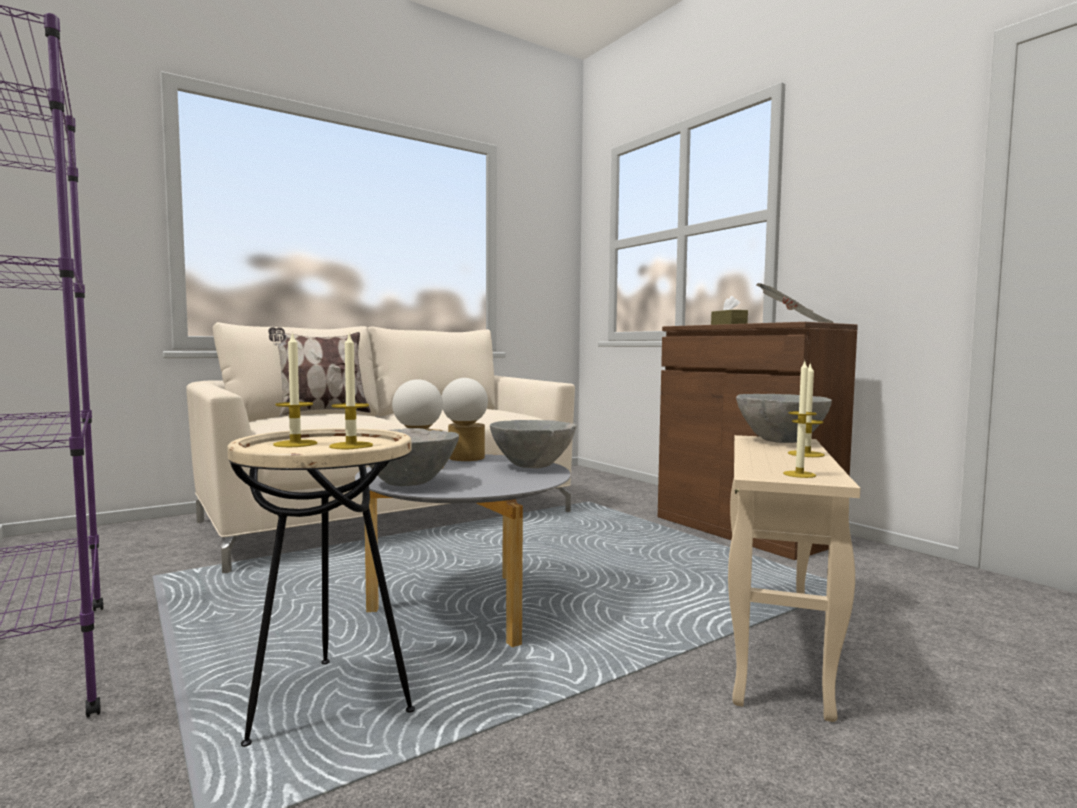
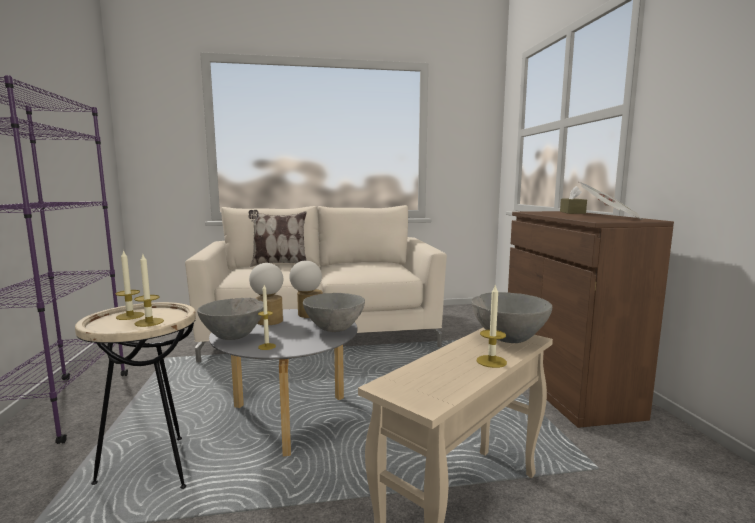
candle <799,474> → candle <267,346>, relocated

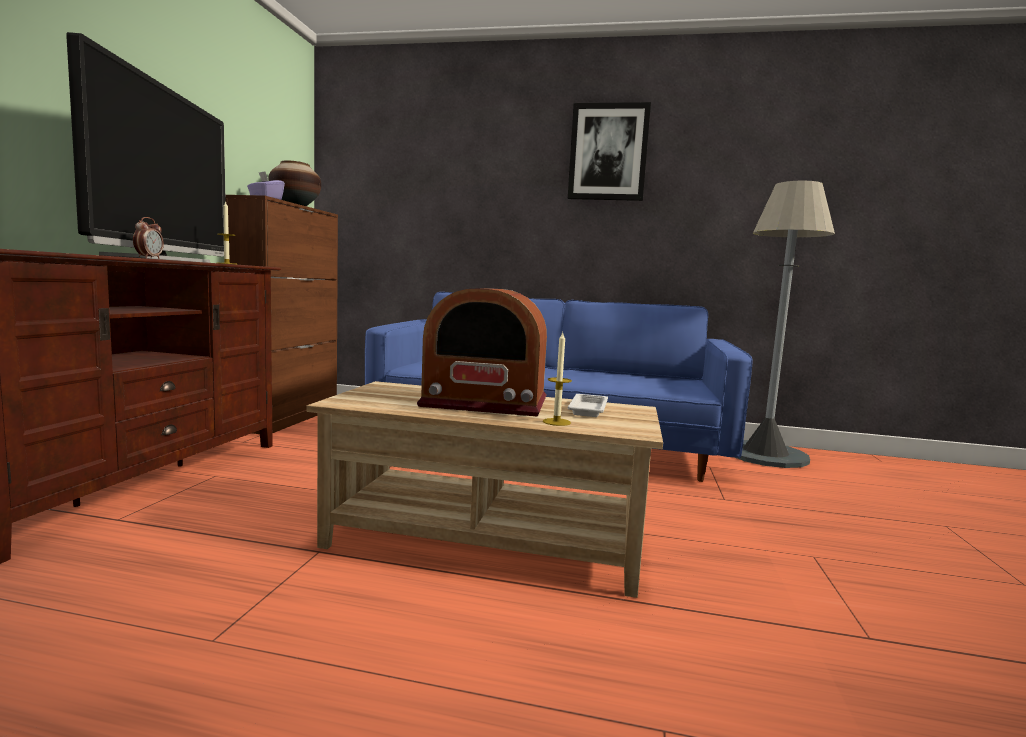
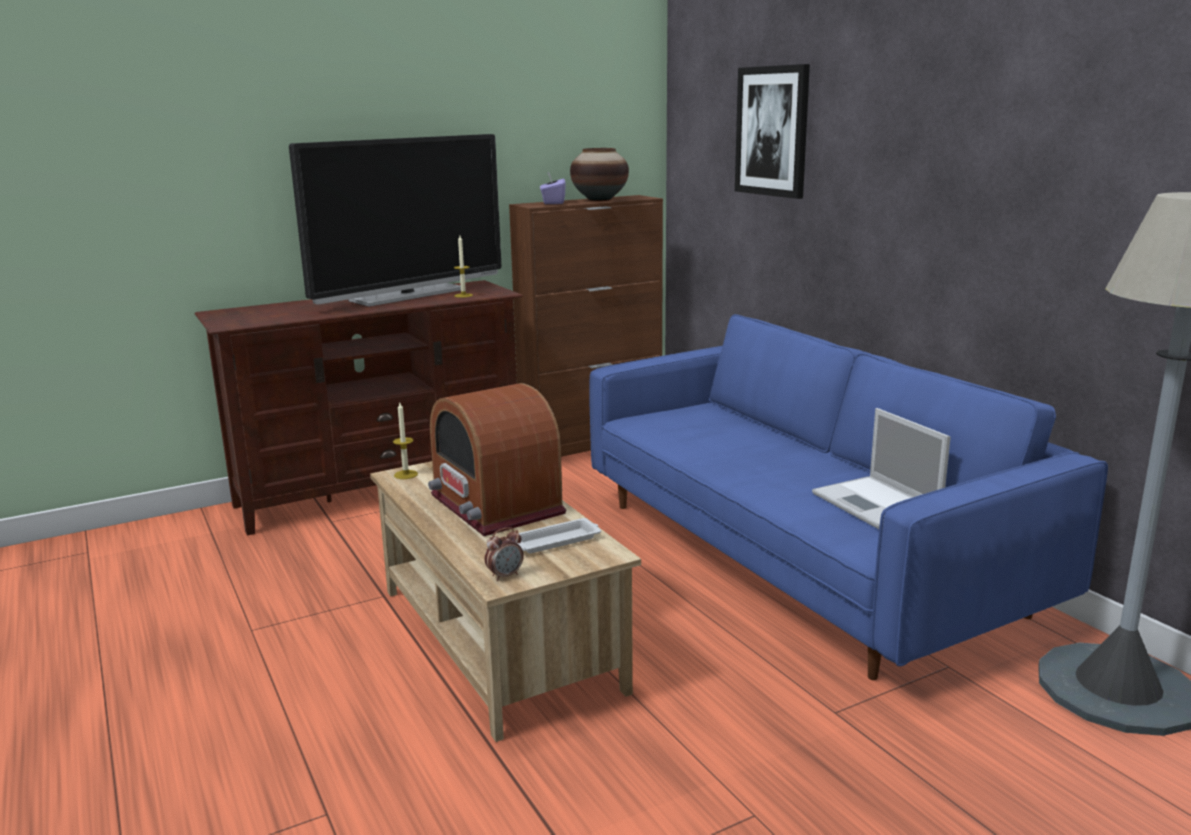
- → laptop <877,504>
alarm clock <149,258> → alarm clock <505,576>, relocated
candle <556,422> → candle <406,474>, relocated
picture <608,152> → picture <772,131>, relocated

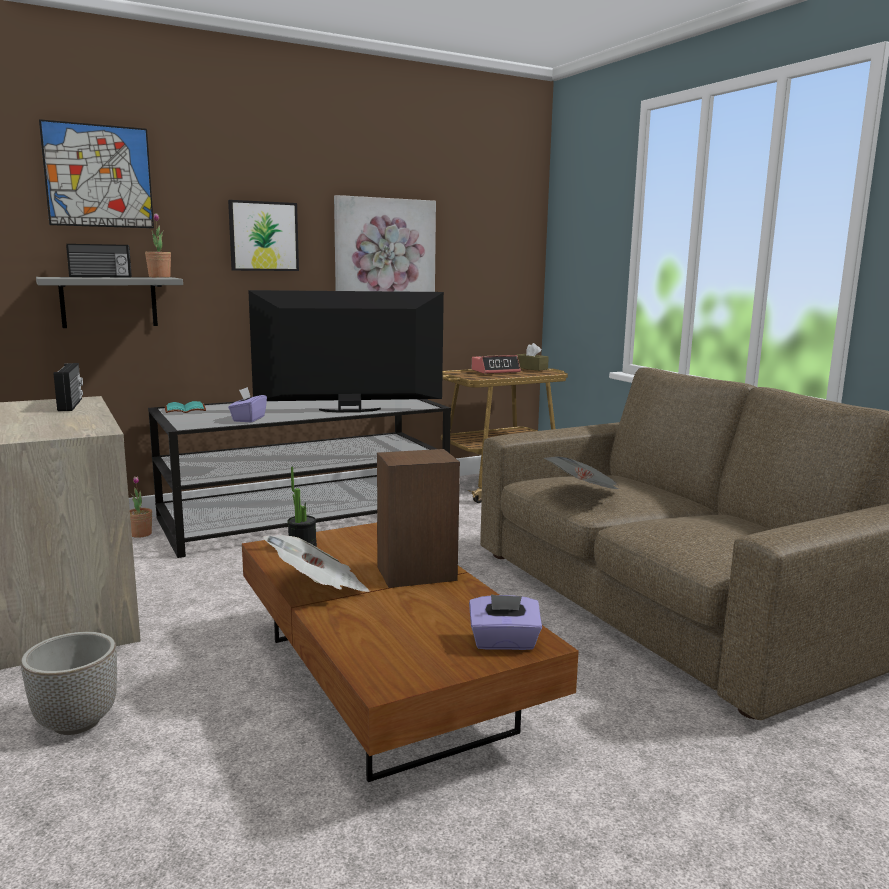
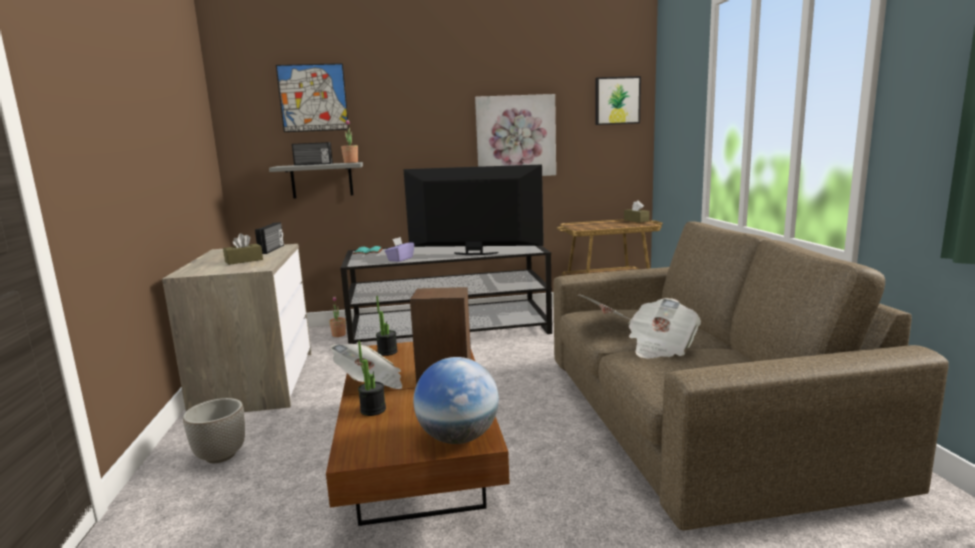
alarm clock <495,371> → -
- → brown tissue box <244,261>
- → potted plant <373,410>
- → newspaper <660,347>
picture <263,236> → picture <617,101>, relocated
purple tissue box <504,642> → globe <458,438>

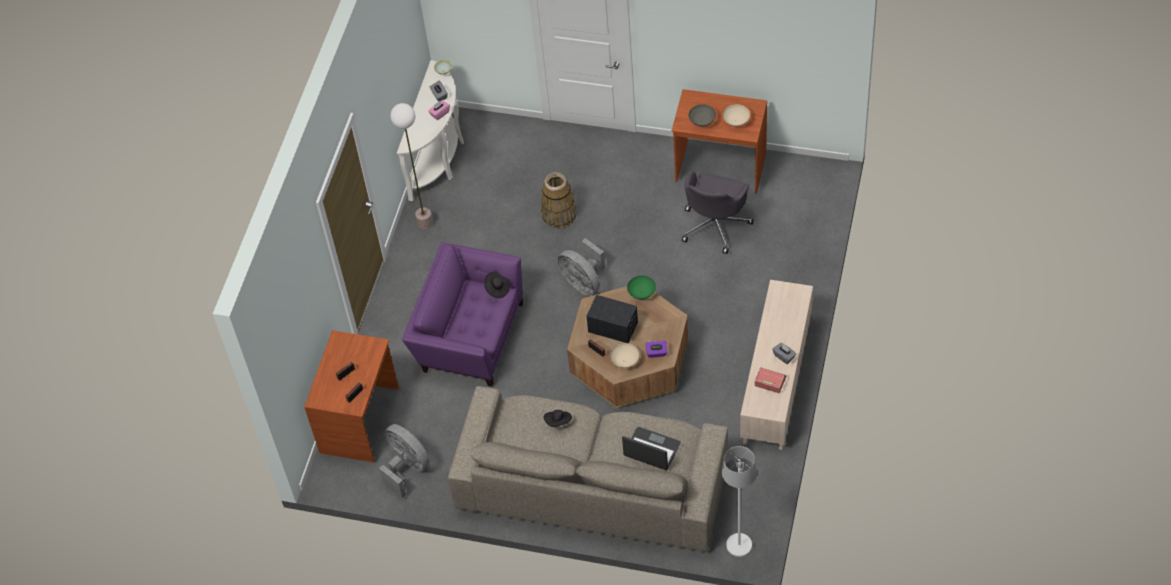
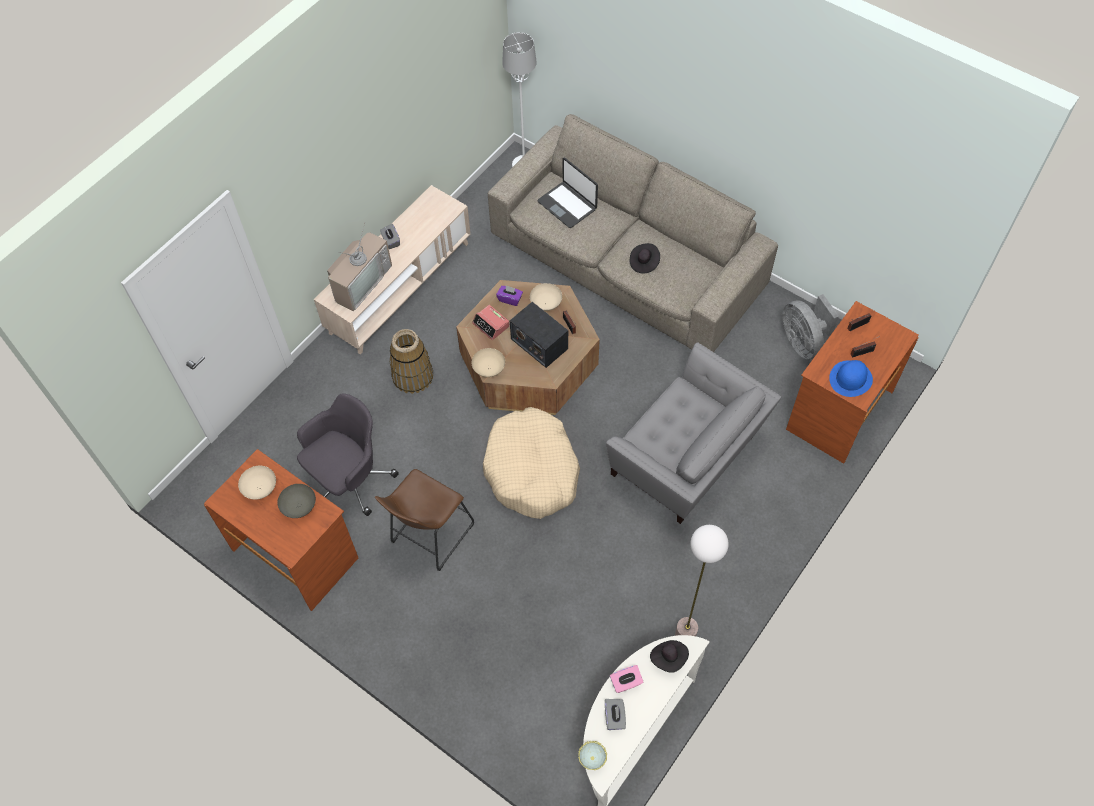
- → television <360,281>
- → brown stool <429,536>
- → blue hat <850,378>
black hat <497,288> → black hat <669,658>, relocated
basket <559,214> → basket <412,376>, relocated
alarm clock <770,381> → alarm clock <491,325>, relocated
grey fan <583,282> → beige dog bed <532,470>
purple armchair <469,335> → grey armchair <686,459>
green bowl <641,293> → beige bowl <489,368>

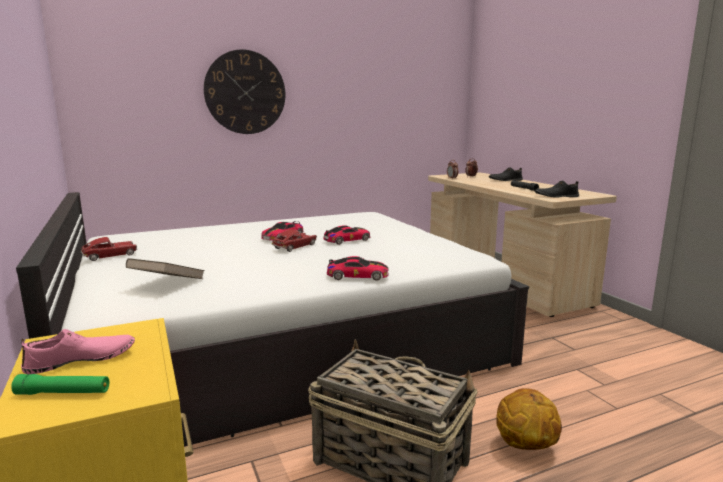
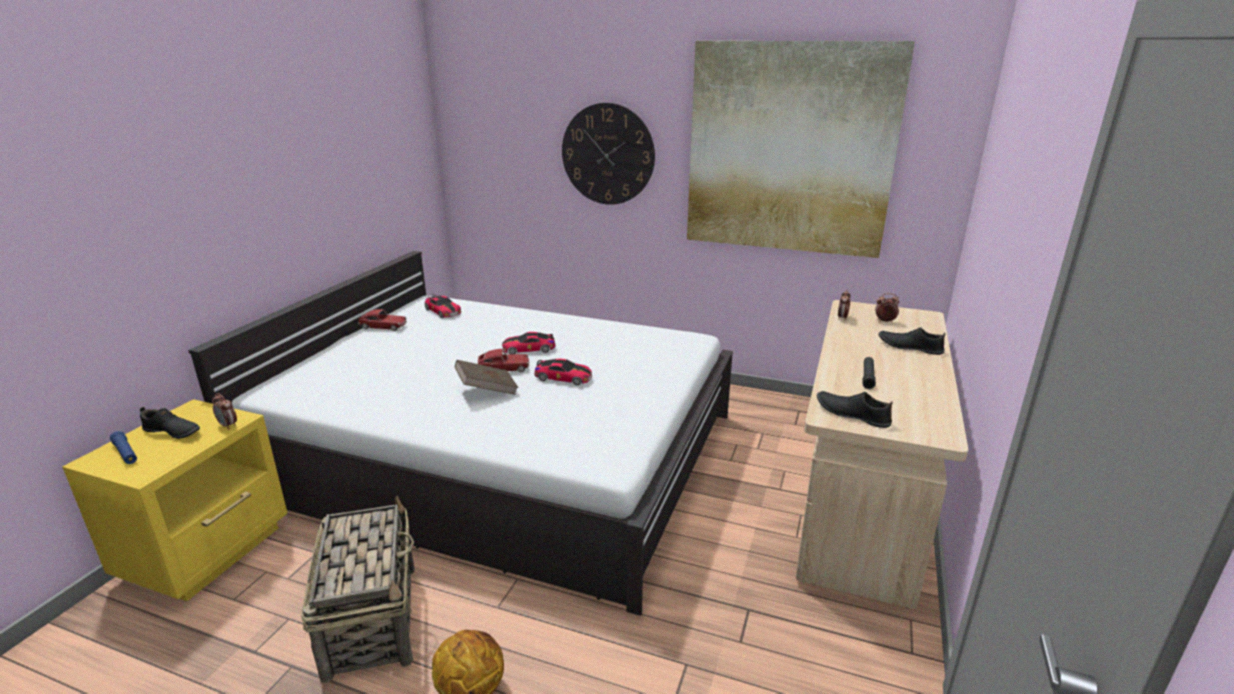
- → alarm clock <228,425>
- → picture <789,149>
brown book <167,284> → brown book <487,390>, relocated
toy car <357,276> → toy car <442,311>, relocated
green flashlight <63,393> → blue flashlight <125,453>
pink shoe <81,360> → black shoe <172,432>

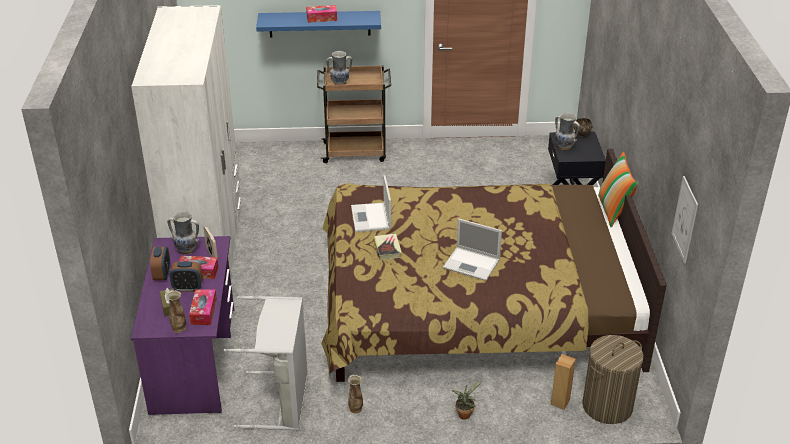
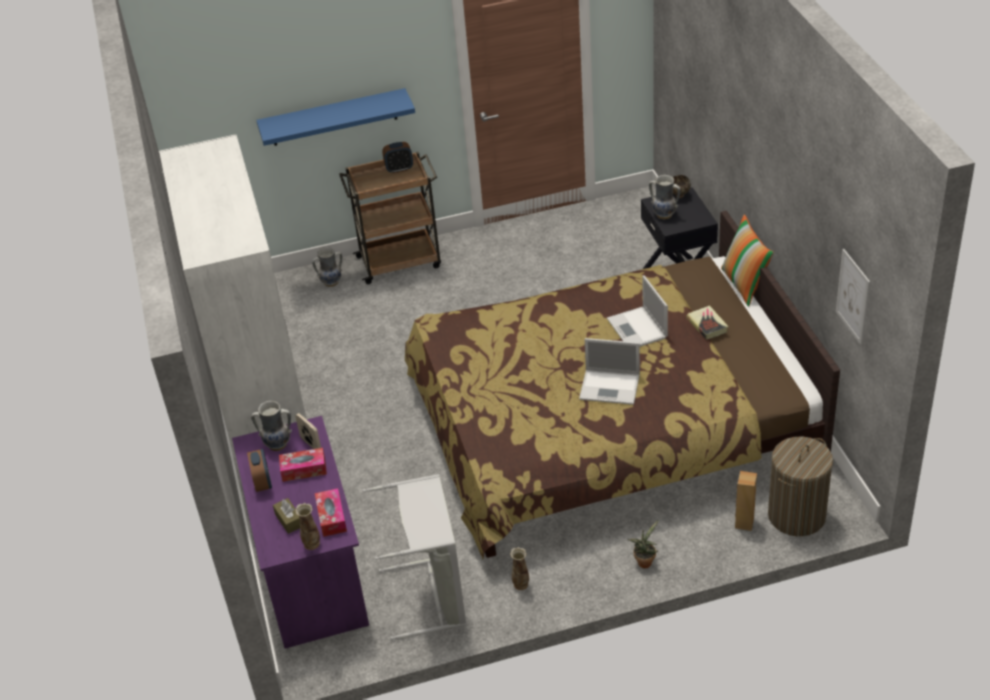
tissue box <321,18> → -
alarm clock <188,288> → alarm clock <399,169>, relocated
vase <340,83> → vase <331,283>, relocated
laptop <371,218> → laptop <637,329>, relocated
book <387,249> → book <707,325>, relocated

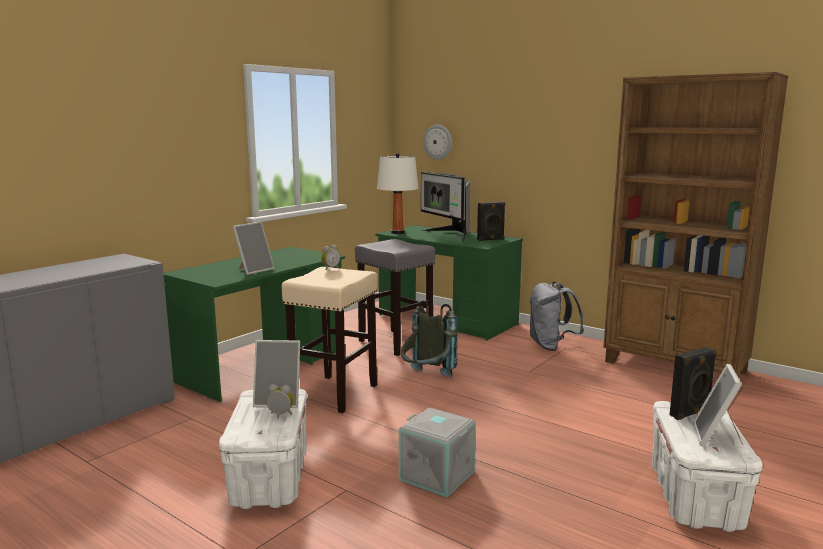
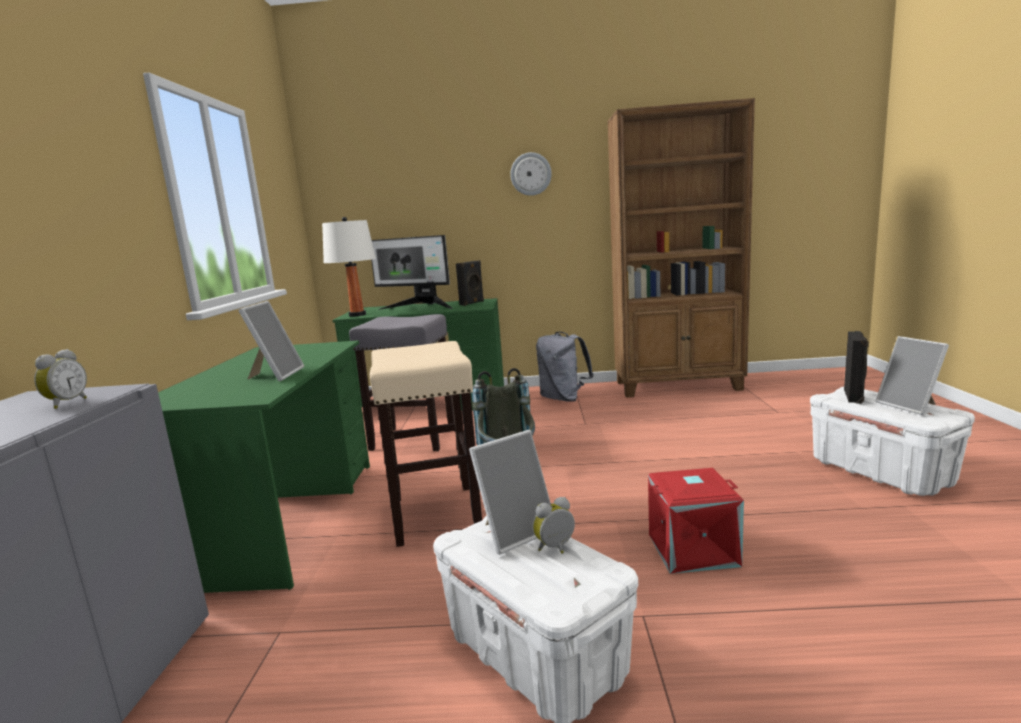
alarm clock <330,268> → alarm clock <65,403>, relocated
wall clock <438,142> → wall clock <530,174>, relocated
grey storage box <438,475> → red storage box <692,549>

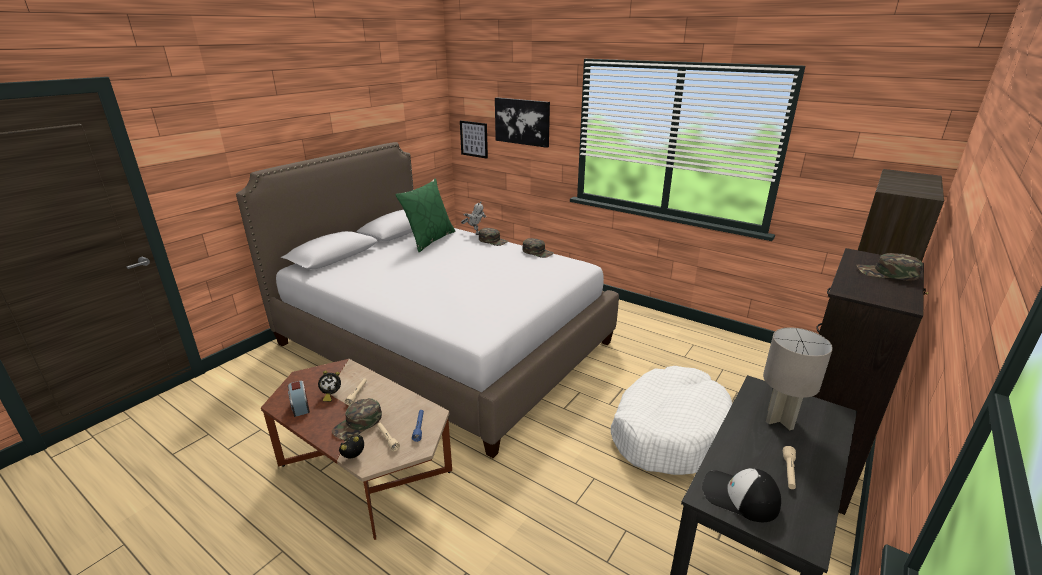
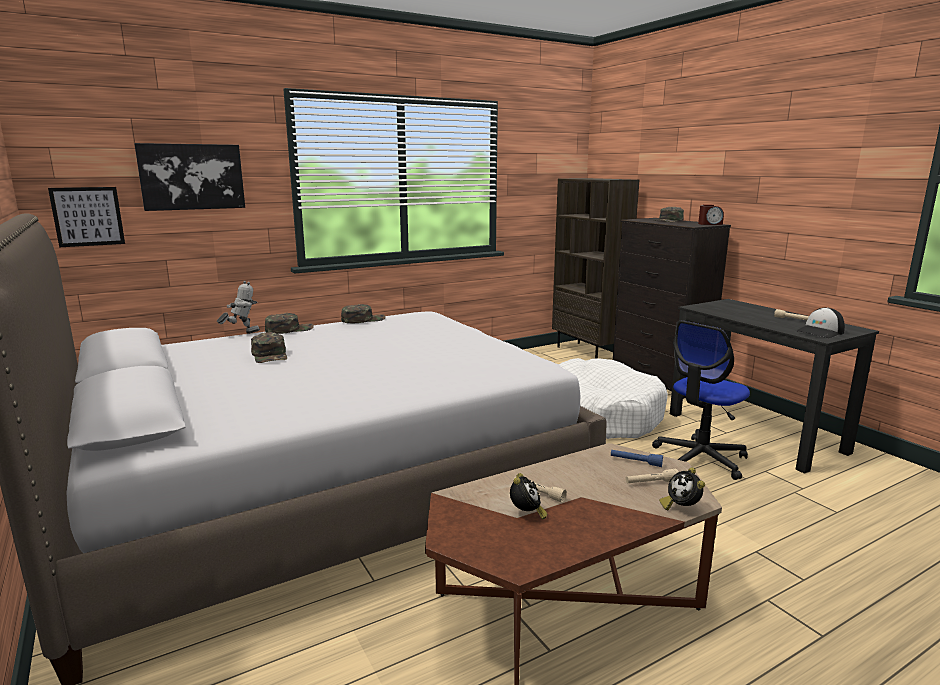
green pillow <429,240> → -
grey table lamp <780,420> → -
- → office chair <700,458>
alarm clock <300,407> → alarm clock <710,224>, relocated
green cap <358,424> → green cap <270,355>, relocated

